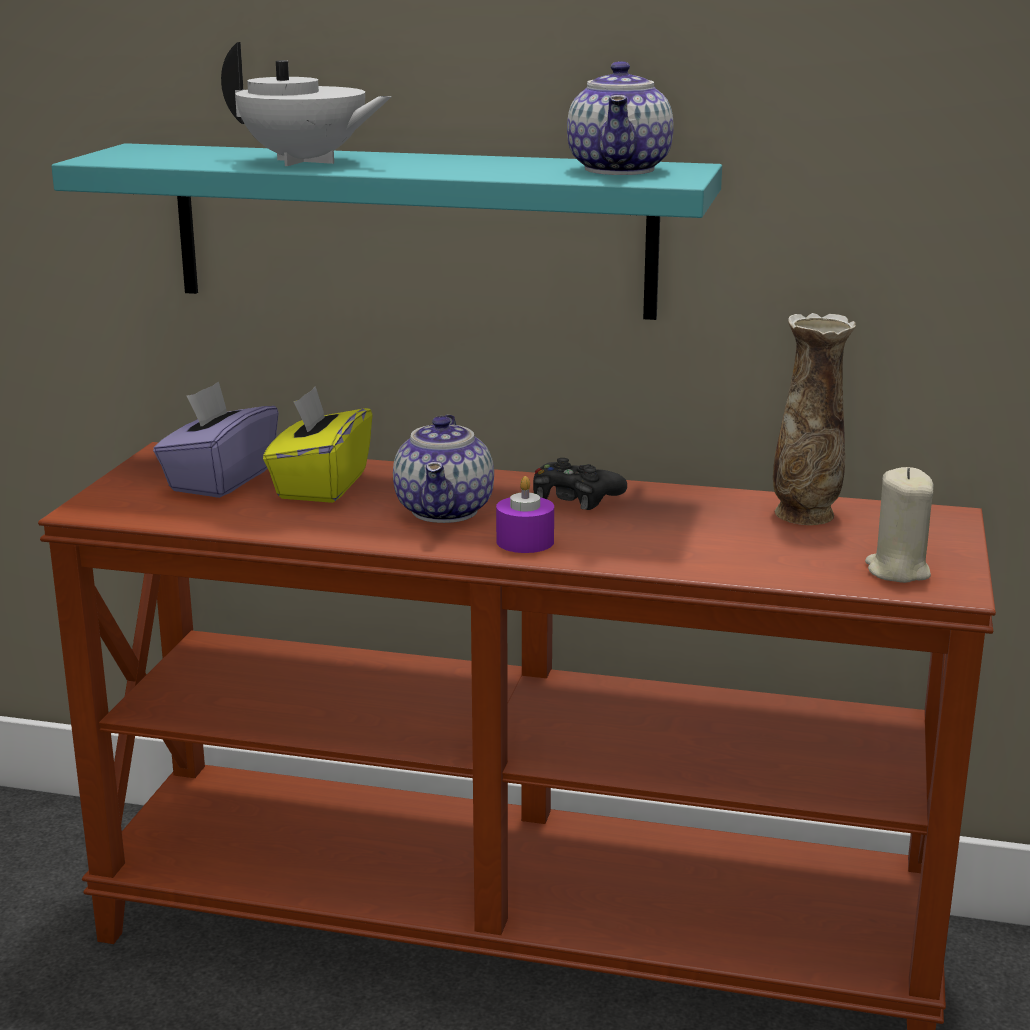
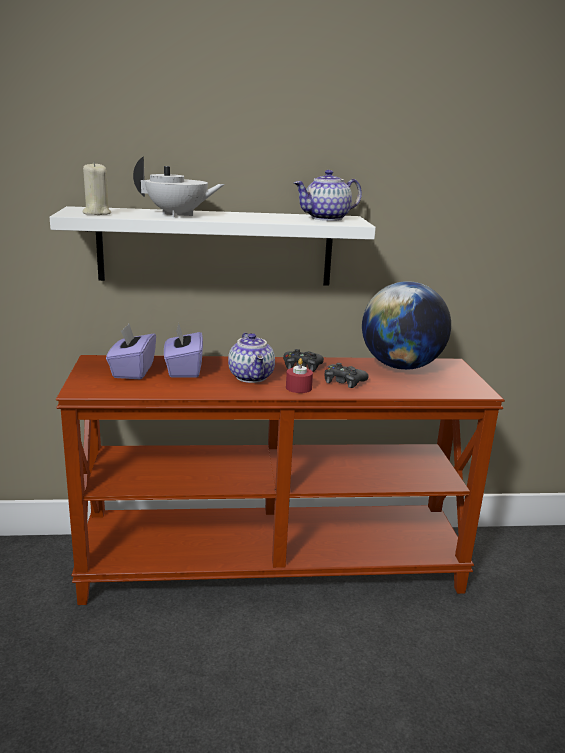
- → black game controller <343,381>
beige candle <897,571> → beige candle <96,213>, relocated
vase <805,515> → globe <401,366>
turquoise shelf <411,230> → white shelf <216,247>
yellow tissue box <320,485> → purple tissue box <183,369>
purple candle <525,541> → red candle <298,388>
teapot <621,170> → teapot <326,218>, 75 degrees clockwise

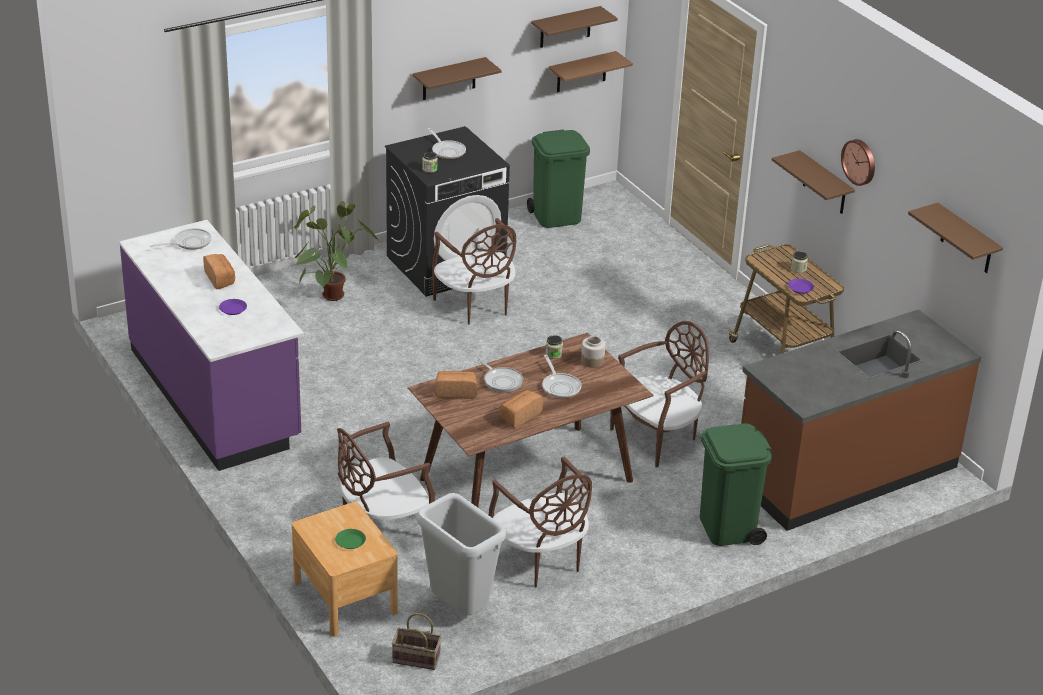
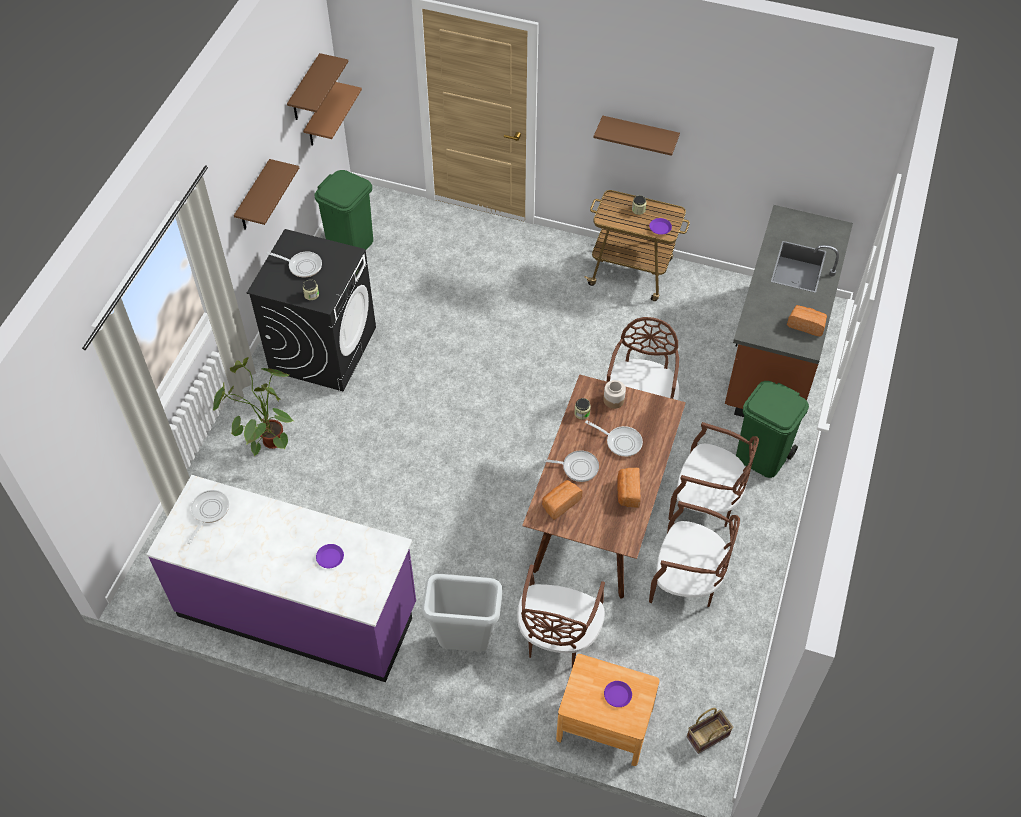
wall clock <860,161> → -
brown shelf <967,240> → -
bread <220,279> → bread <806,325>, relocated
grey trash can <460,610> → grey trash can <466,642>, relocated
brown chair <475,306> → brown chair <706,502>, relocated
green plate <350,541> → purple plate <617,695>

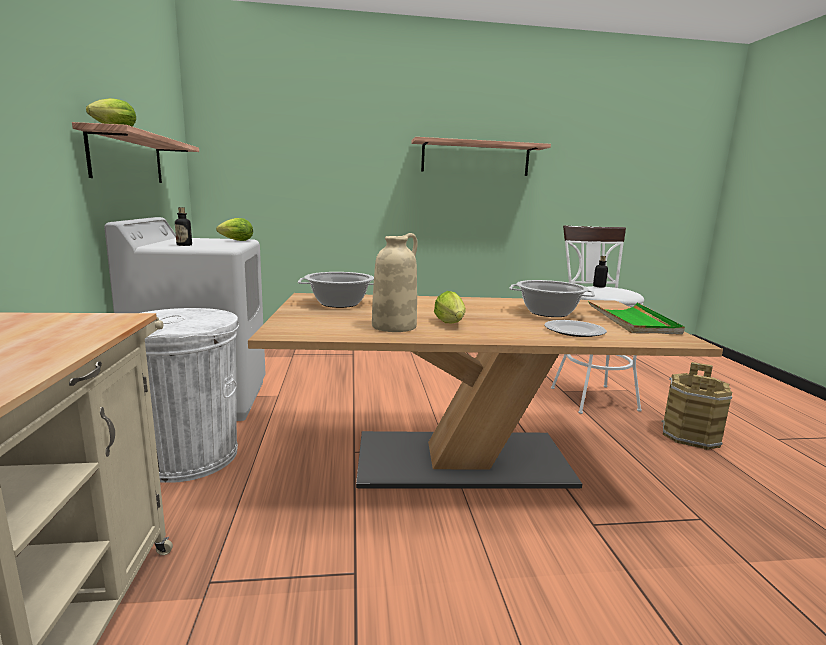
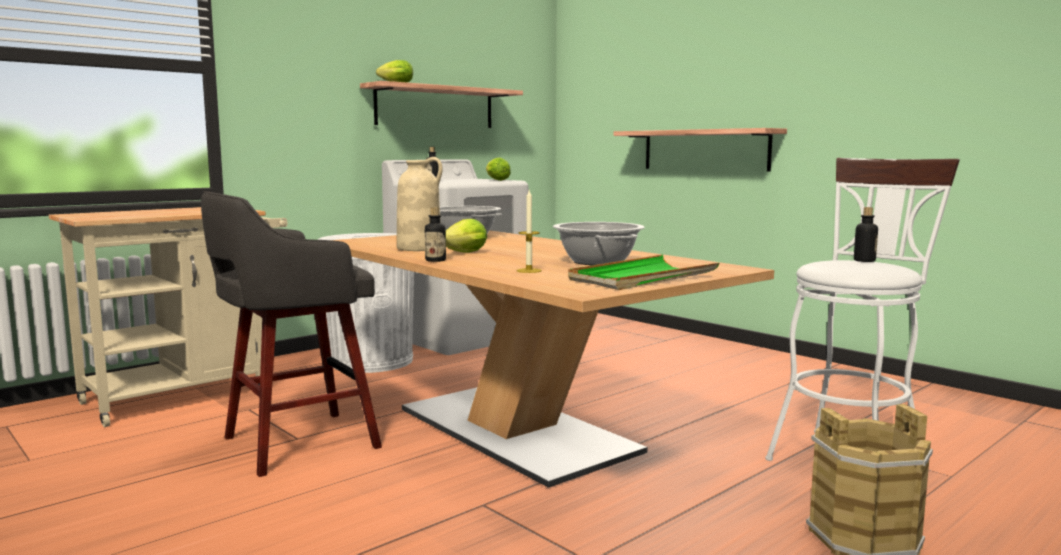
- → grey stool <295,443>
- → bottle <435,260>
shelf <475,158> → shelf <705,150>, relocated
plate <575,331> → candle <529,270>

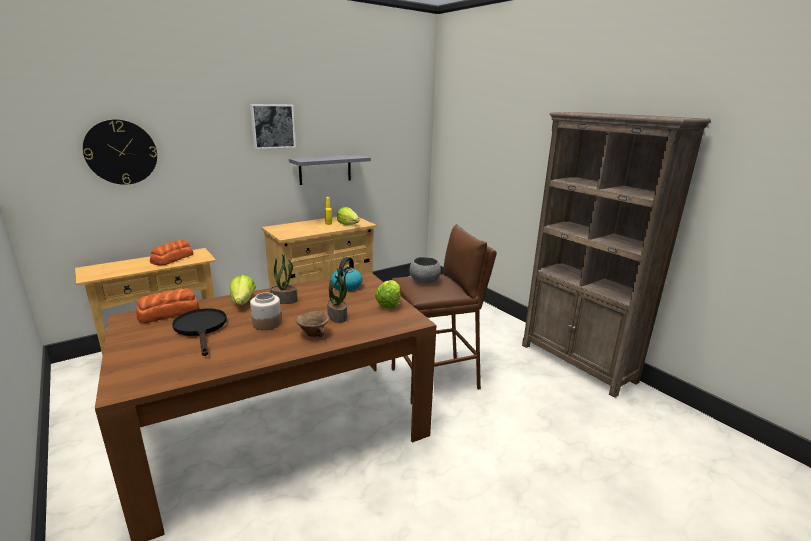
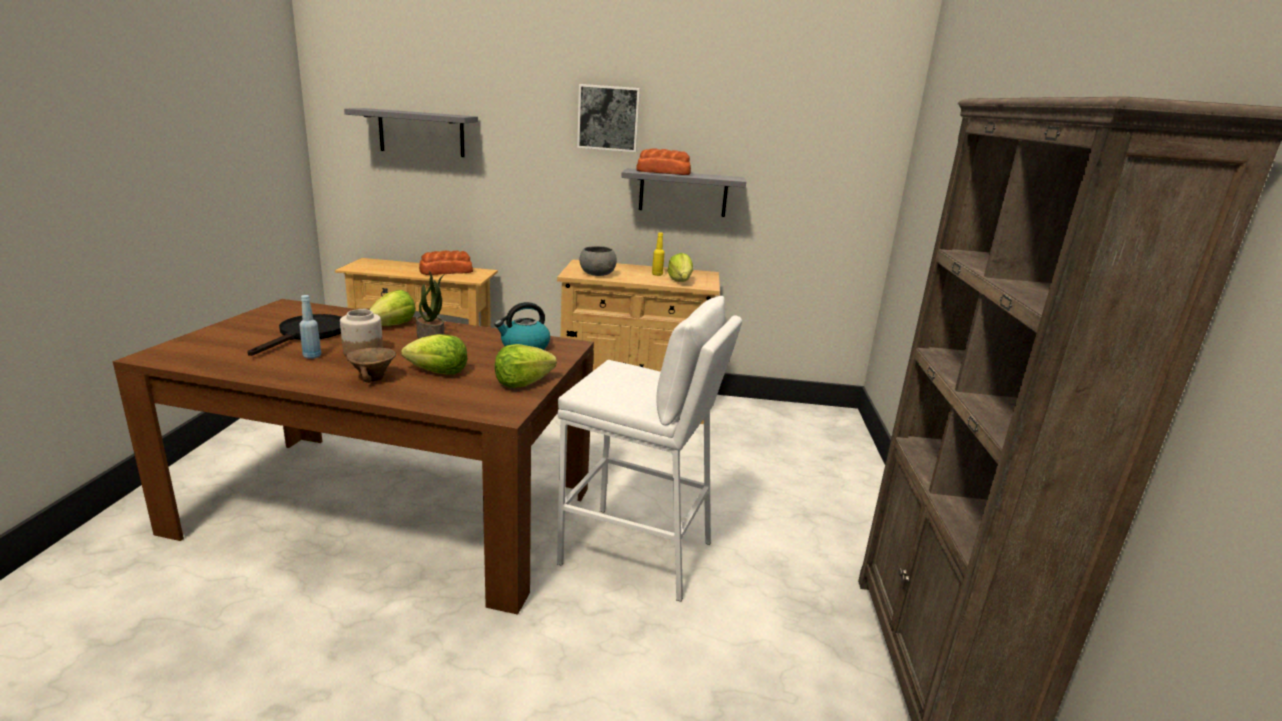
- → blue bottle <312,356>
bread <168,313> → bread <662,172>, relocated
grey bowl <424,281> → grey bowl <597,274>, relocated
wall clock <121,152> → grey shelf <421,133>
potted plant <338,316> → lettuce <438,372>
brown stool <435,379> → white stool <637,552>

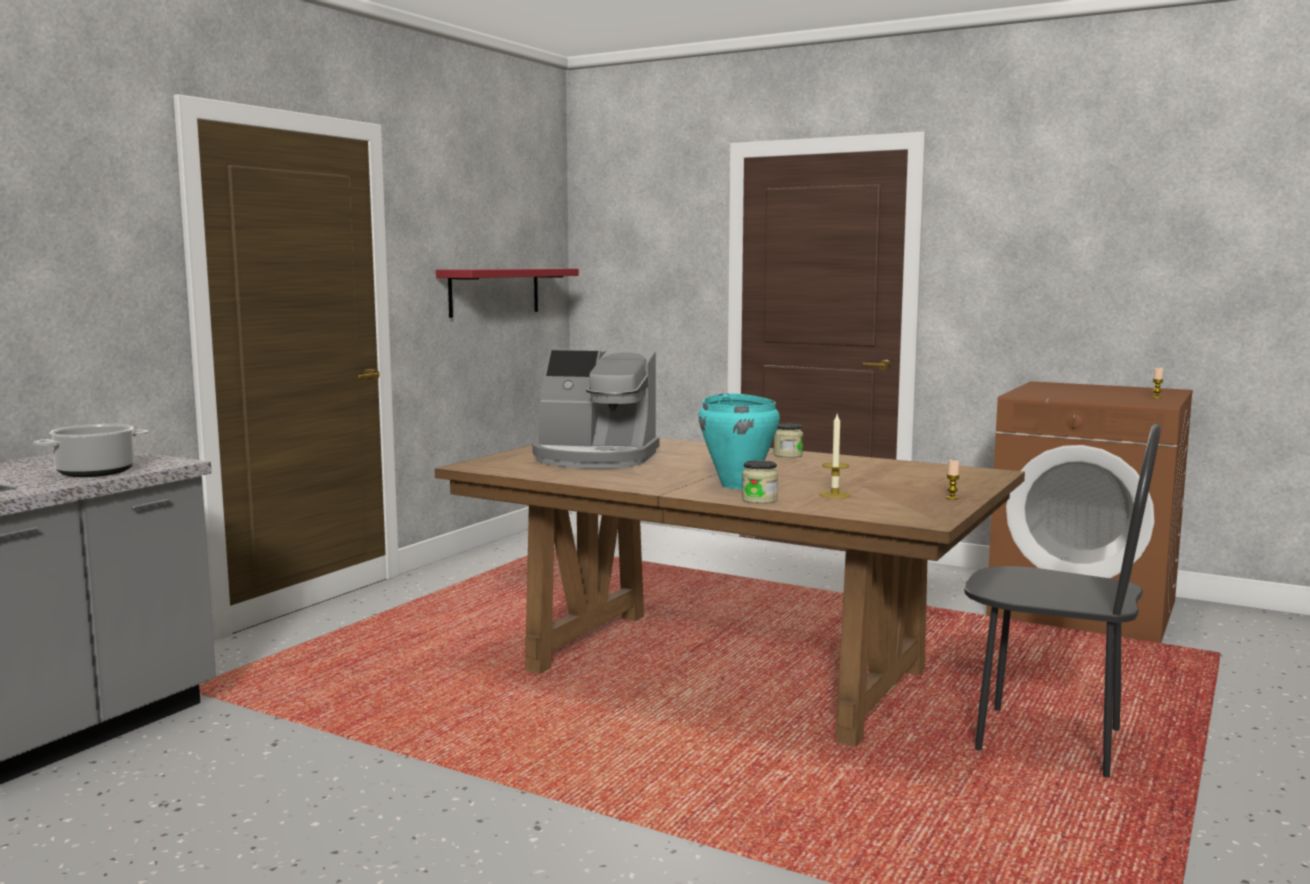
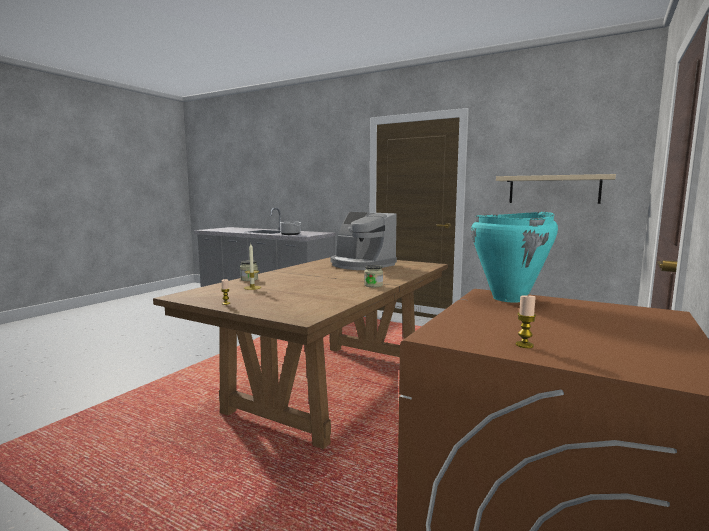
black chair <1048,741> → -
turquoise cooking pot <738,485> → turquoise cooking pot <510,298>, relocated
red shelf <494,291> → beige shelf <553,189>
coffee machine <595,458> → coffee machine <361,265>, 60 degrees counterclockwise

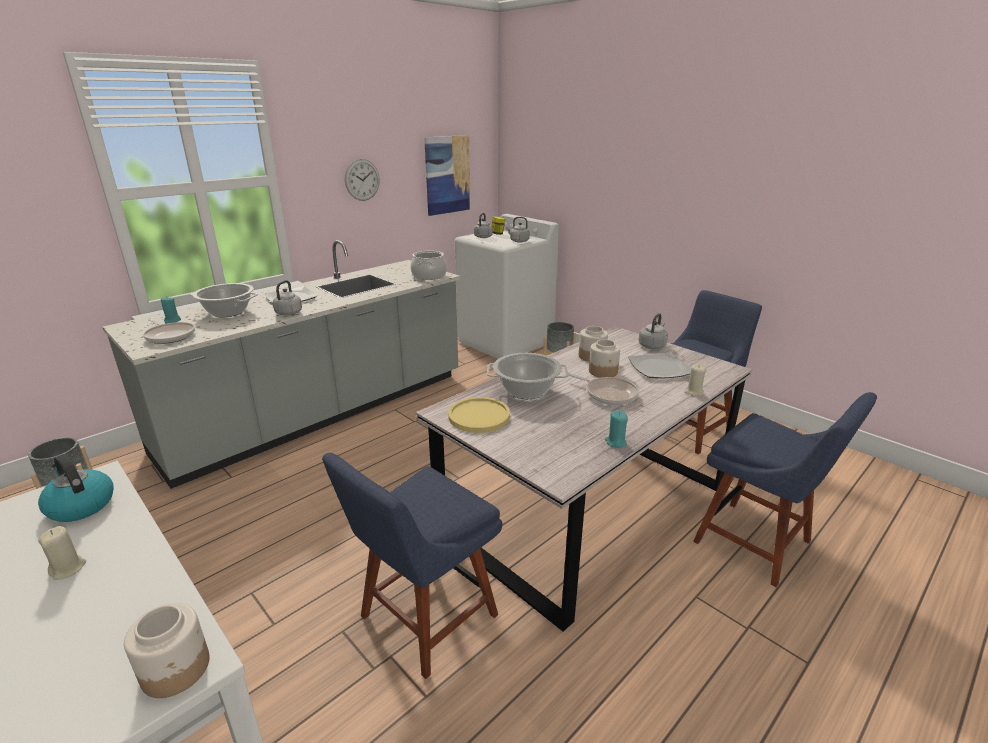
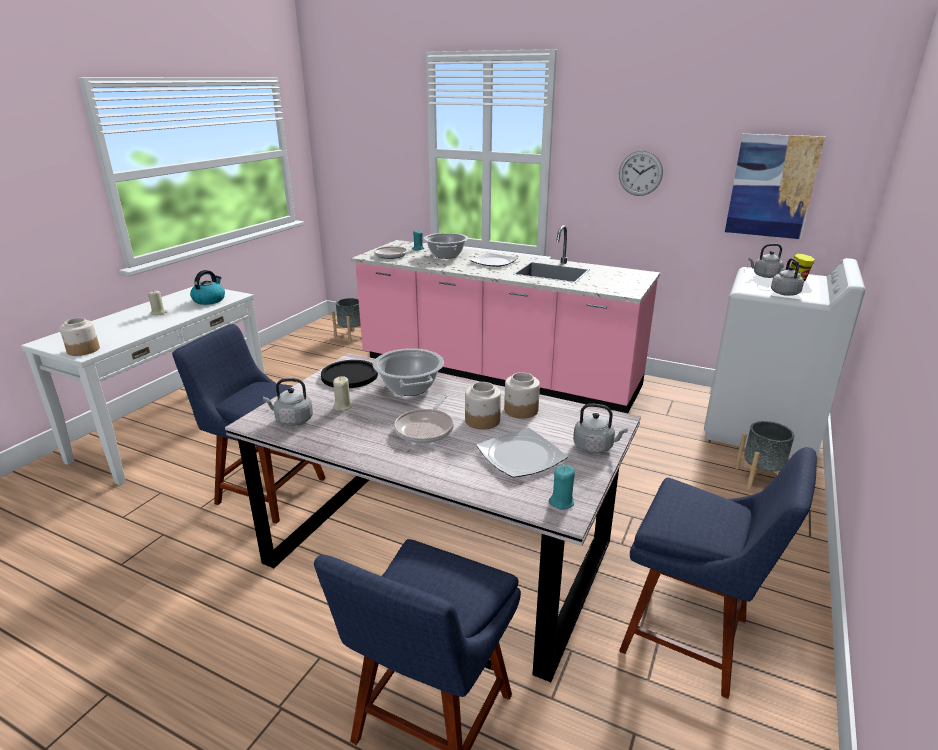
cooking pot <429,276> → -
grey kettle <287,313> → grey kettle <292,420>, relocated
turquoise candle <615,442> → turquoise candle <561,502>, relocated
beige candle <694,392> → beige candle <342,406>, relocated
grey counter <321,413> → pink counter <497,373>
yellow plate <479,416> → black plate <349,375>

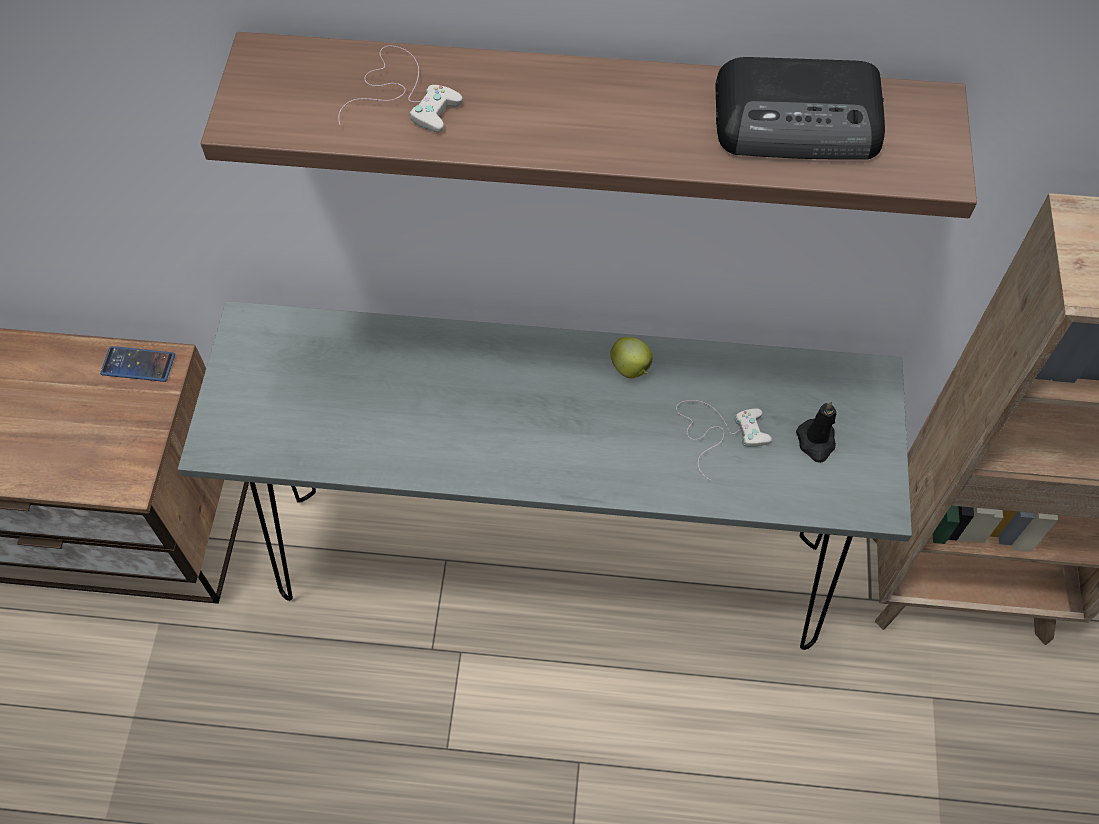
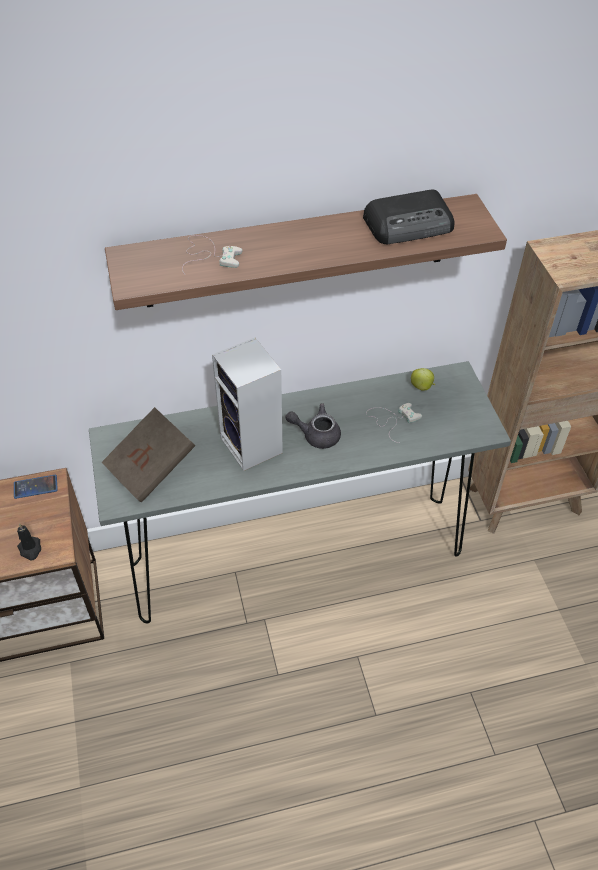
- → brown book <151,467>
- → speaker <253,446>
- → grey teapot <316,435>
apple <631,369> → apple <422,387>, relocated
black candle <816,442> → black candle <30,549>, relocated

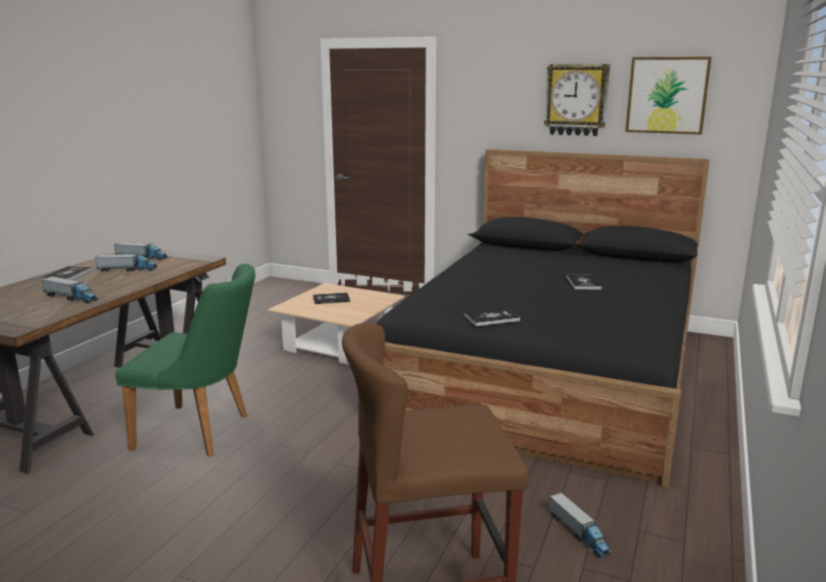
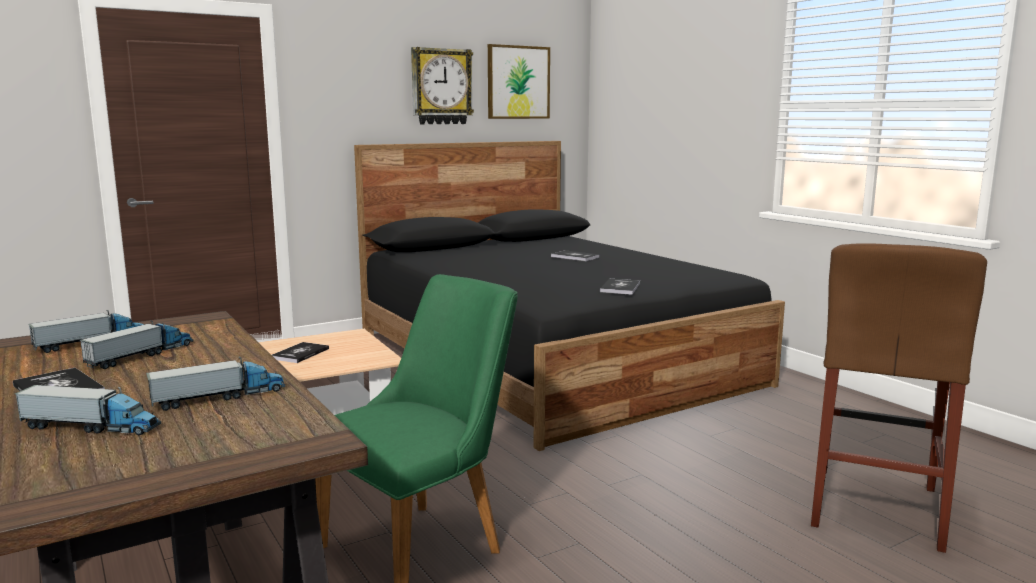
toy truck <578,533> → toy truck <91,427>, relocated

